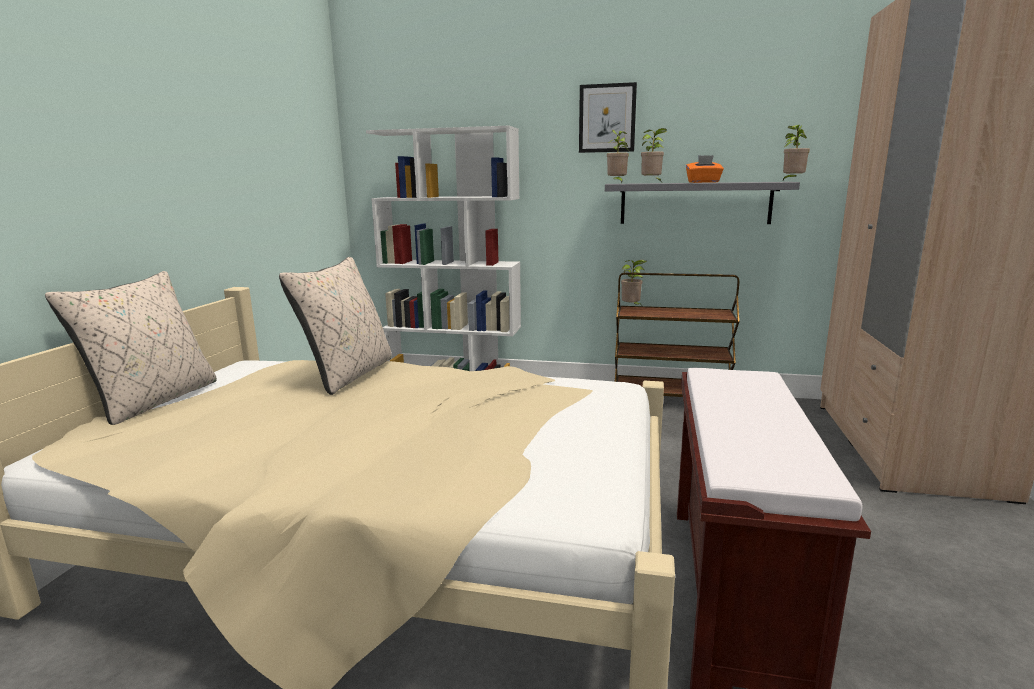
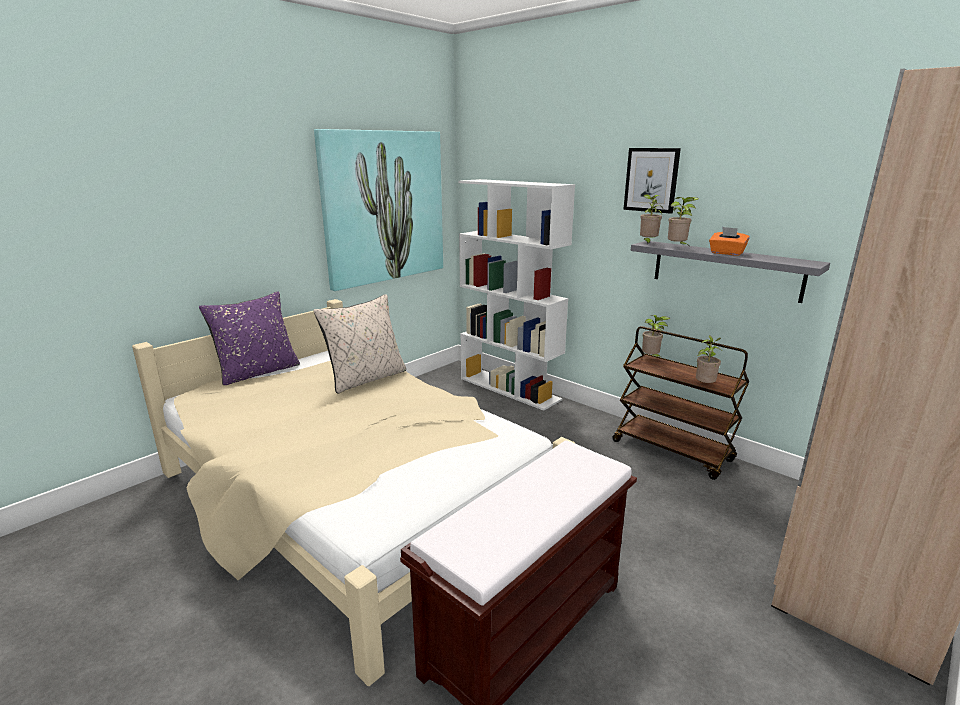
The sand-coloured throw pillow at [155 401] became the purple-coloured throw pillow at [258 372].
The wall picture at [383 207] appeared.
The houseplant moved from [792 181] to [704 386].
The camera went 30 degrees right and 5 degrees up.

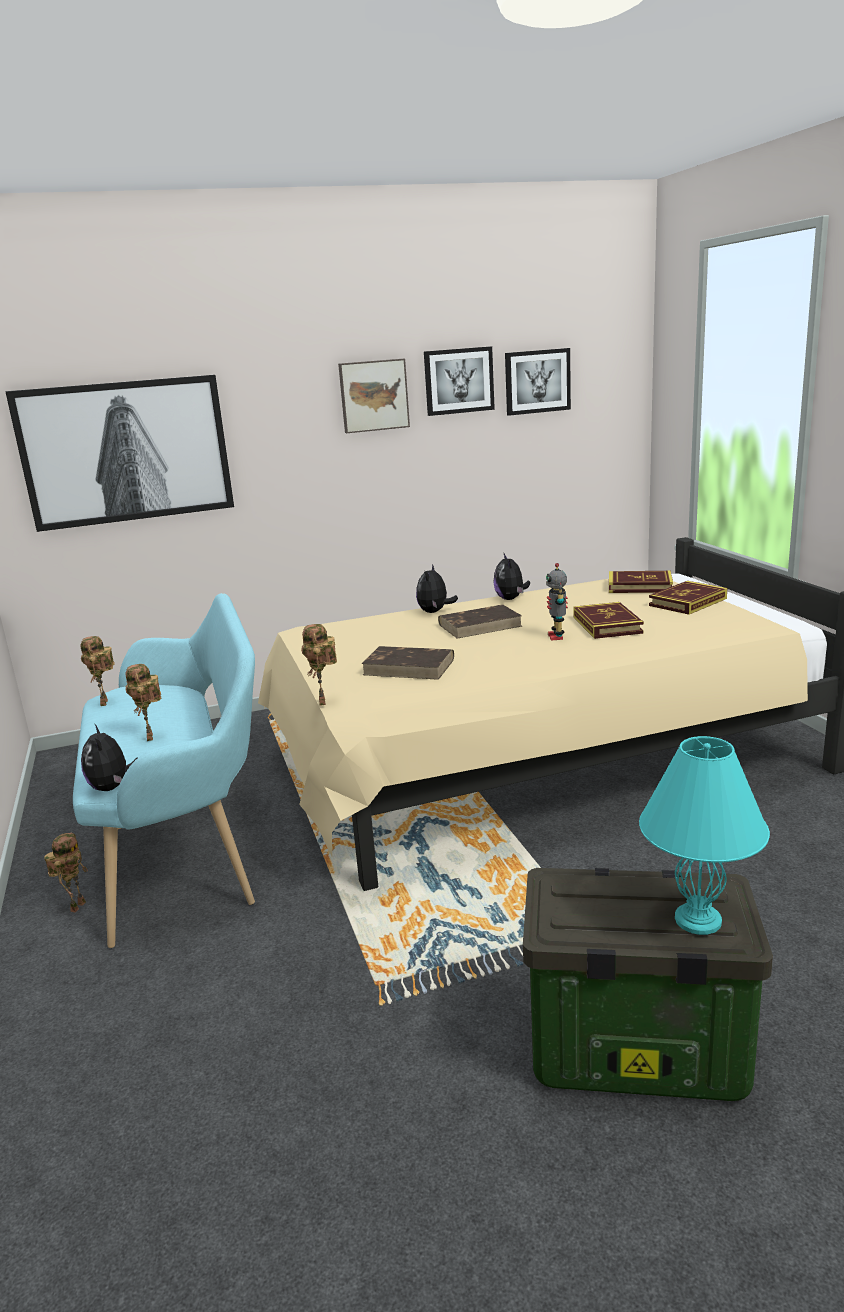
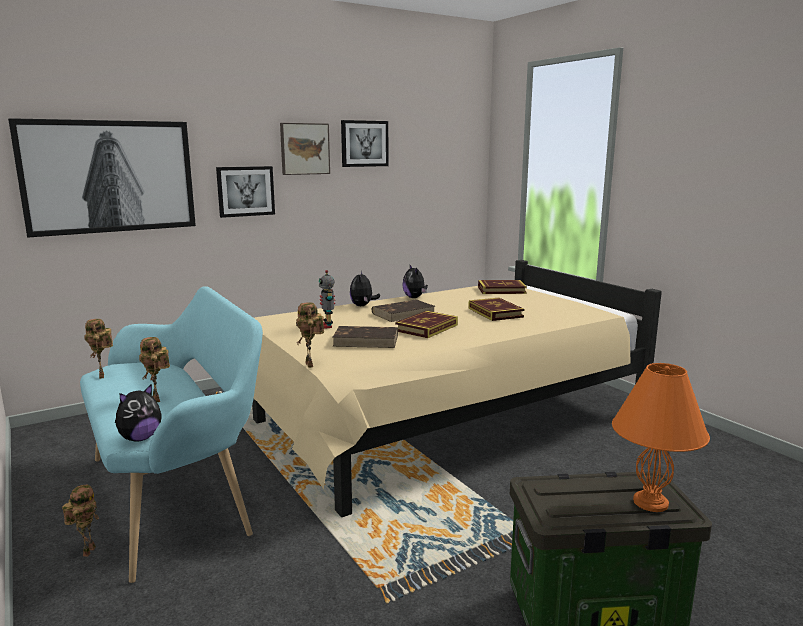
The soft toy at [112 787] turned 105 degrees counterclockwise.
The wall picture moved from [537 381] to [245 191].
The toy robot moved from [557 636] to [327 326].
The volume moved from [687 602] to [427 328].
The blue-green table lamp at [697 919] became the orange-coloured table lamp at [649 502].
The camera went 15 degrees left and 5 degrees down.

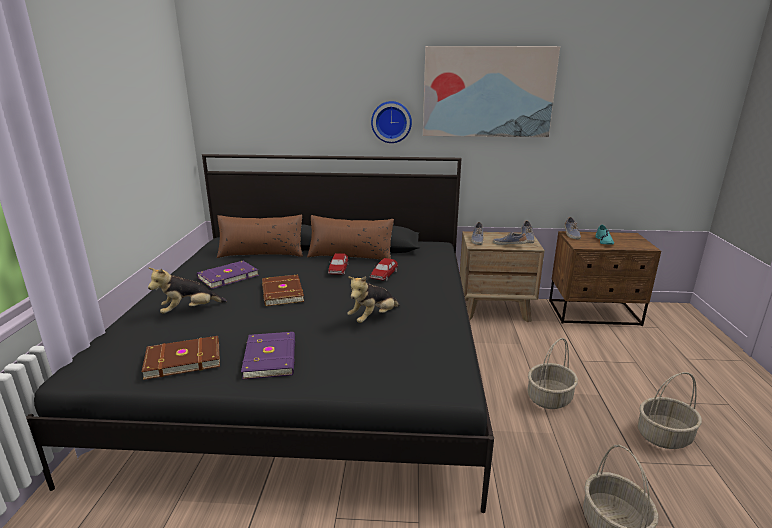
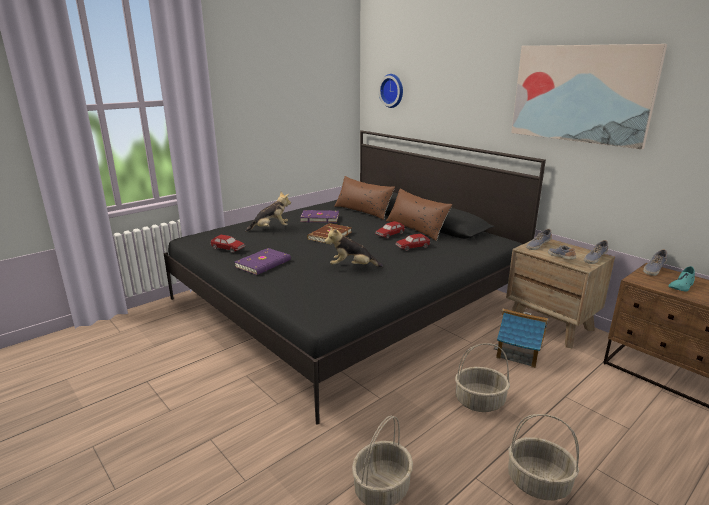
The brown volume at [183 359] was replaced by the toy car at [228 248].
The soft toy at [189 311] turned 150 degrees clockwise.
The wall clock moved from [391 122] to [392 90].
The model house at [519 353] appeared.
The camera went 45 degrees right and 0 degrees up.

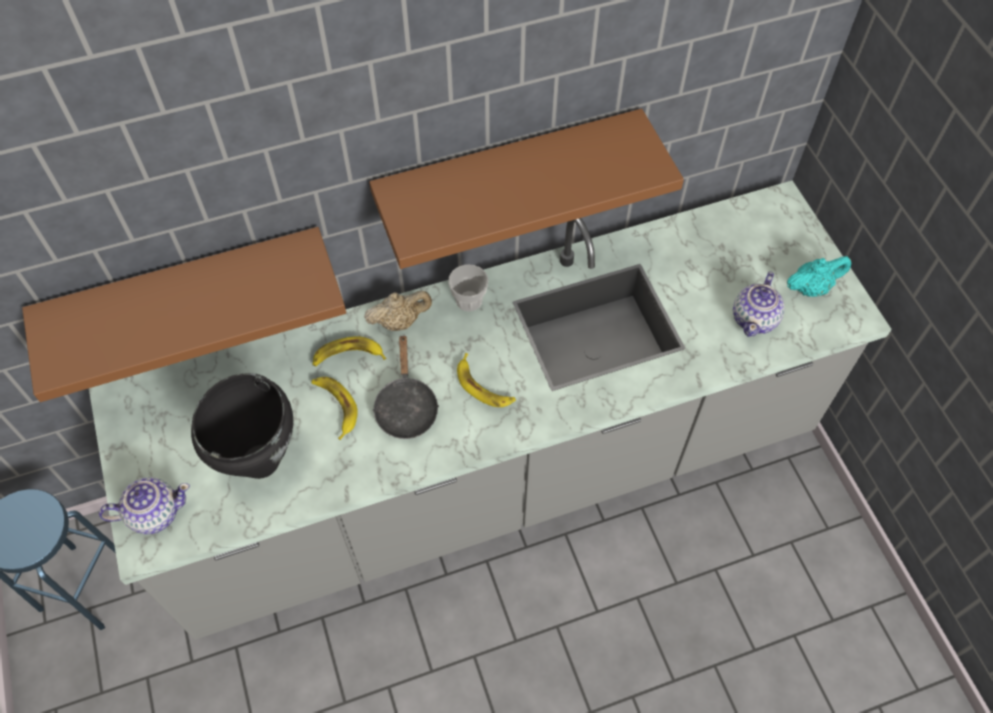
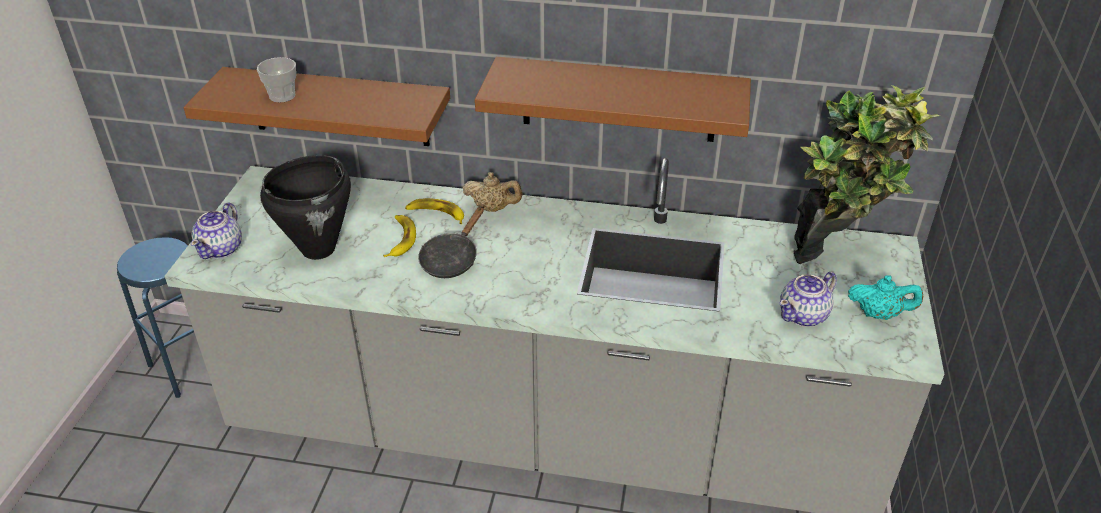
The tea pot at [154 513] turned 90 degrees clockwise.
The cup moved from [469 300] to [282 96].
The houseplant at [836 256] appeared.
The whole banana at [484 386] disappeared.
The camera went 30 degrees right and 20 degrees down.

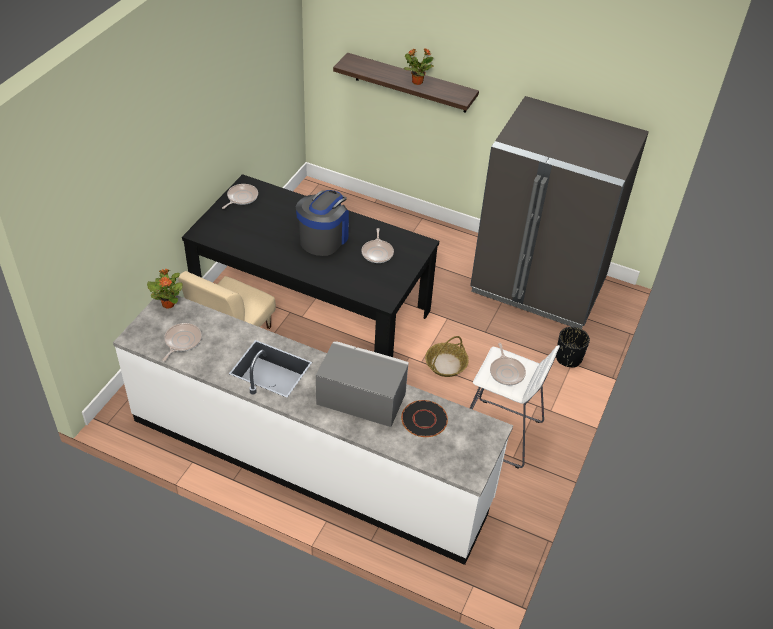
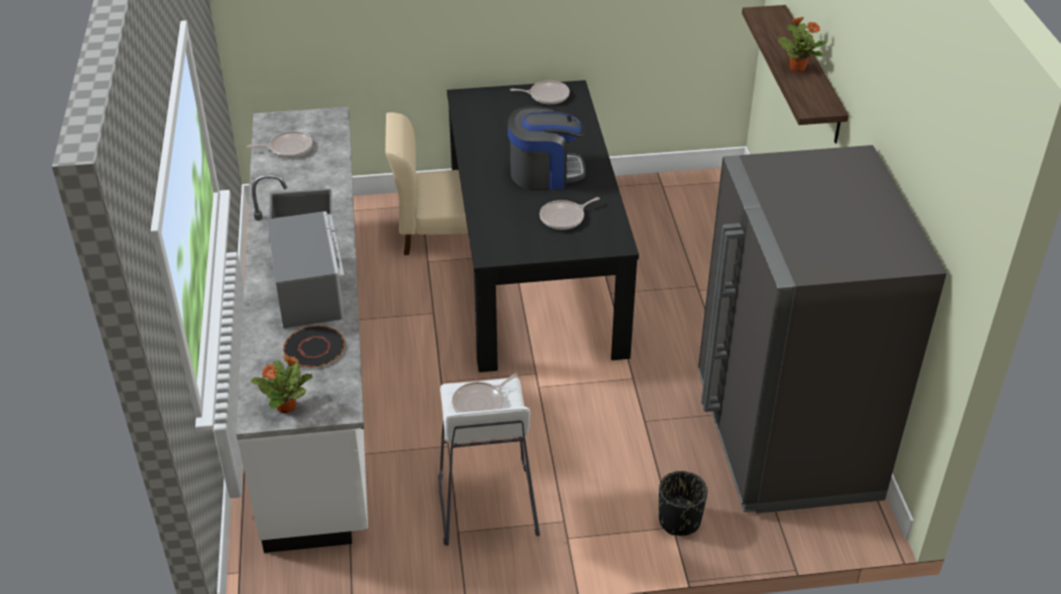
The houseplant moved from [168 304] to [287 406].
The storage basket at [446 364] disappeared.
The camera went 60 degrees right and 5 degrees down.

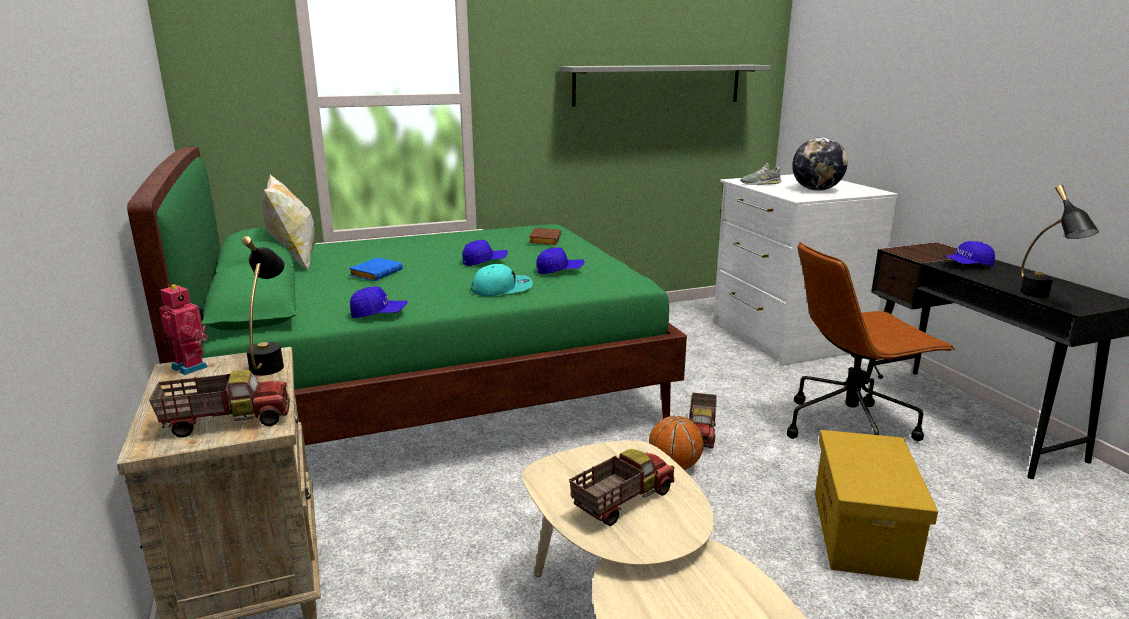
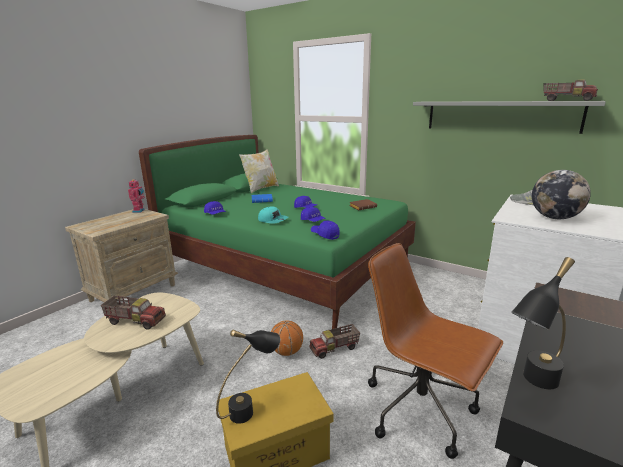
The blackish table lamp moved from [271 362] to [251 408].
The bluish cap moved from [967 265] to [325 235].
The toy truck moved from [227 421] to [567 100].
The camera went 55 degrees right and 0 degrees up.

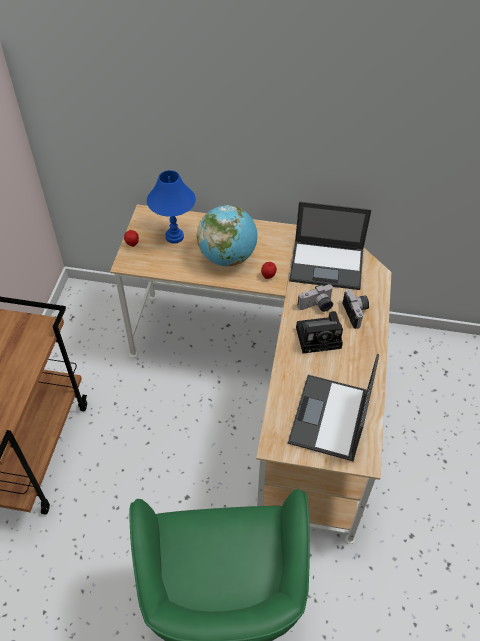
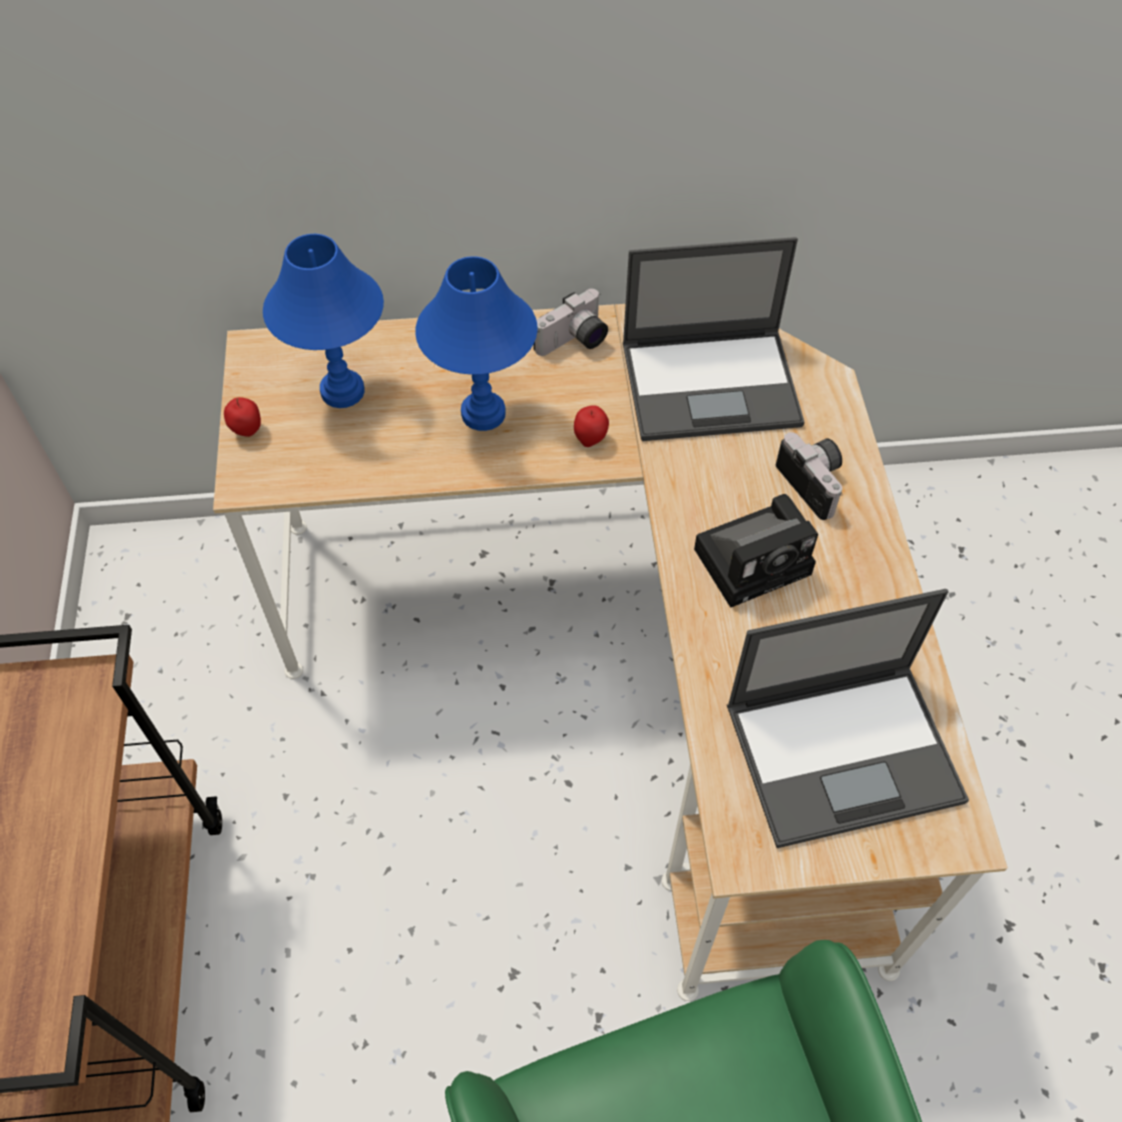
The desk globe at [227 257] was replaced by the bluish table lamp at [482 414].
The photo camera moved from [317 306] to [574 342].
The notebook computer at [329 418] turned 105 degrees counterclockwise.
The camera went 15 degrees left and 5 degrees up.

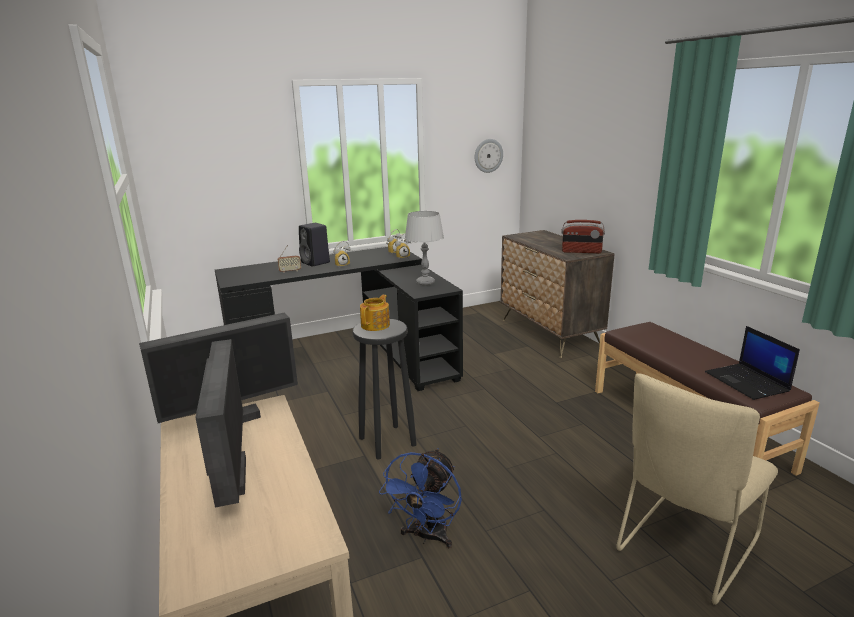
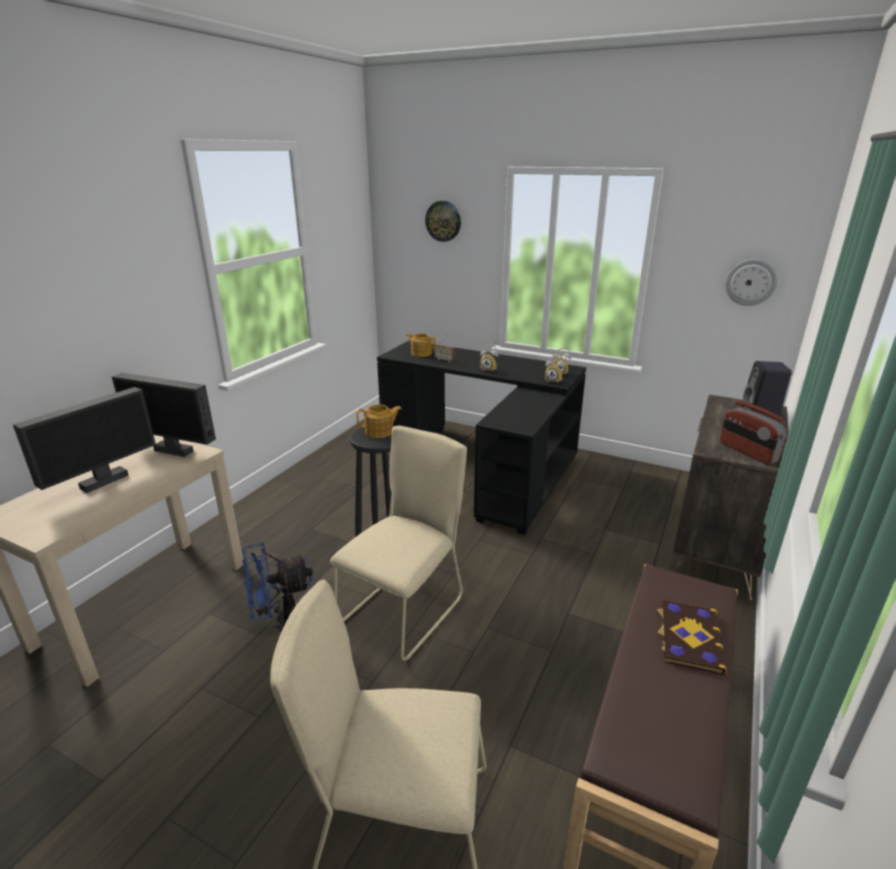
The sand-coloured plain chair at [405 608] appeared.
The tea pot at [421 353] appeared.
The wall clock at [443 221] appeared.
The volume at [689 637] appeared.
The blackish loudspeaker moved from [316 262] to [760 413].
The grey table lamp at [425 283] disappeared.
The notebook computer at [747 382] disappeared.
The camera went 50 degrees right and 5 degrees up.

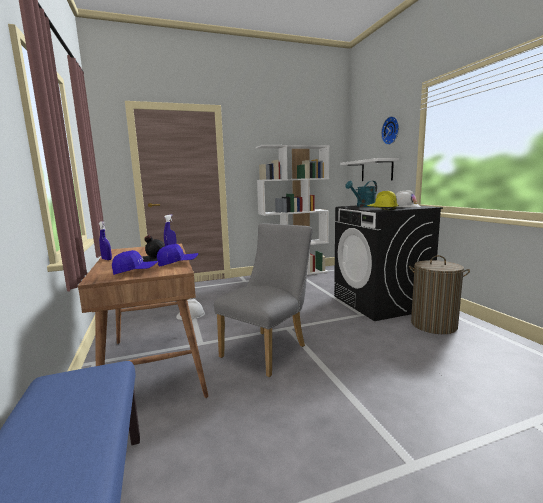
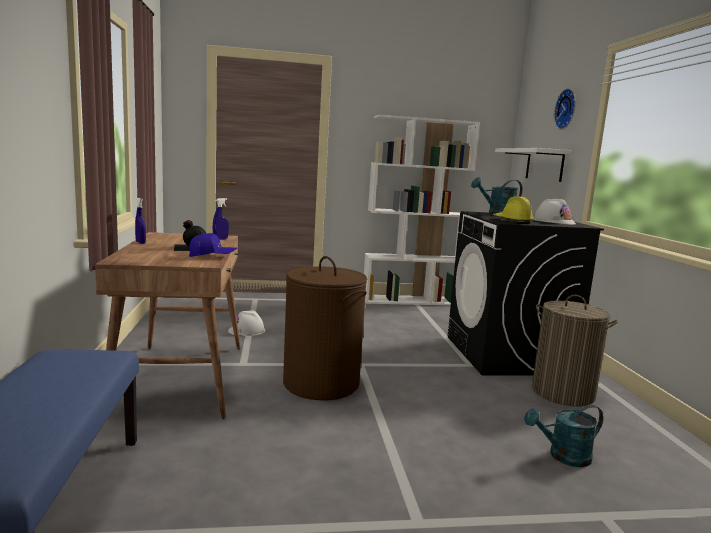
The grey plain chair at [268 349] was replaced by the brown washing basket at [321 383].
The blue-green sprinkling can at [563 457] appeared.
The bluish cap at [135 271] disappeared.
The camera went 10 degrees right and 0 degrees up.

